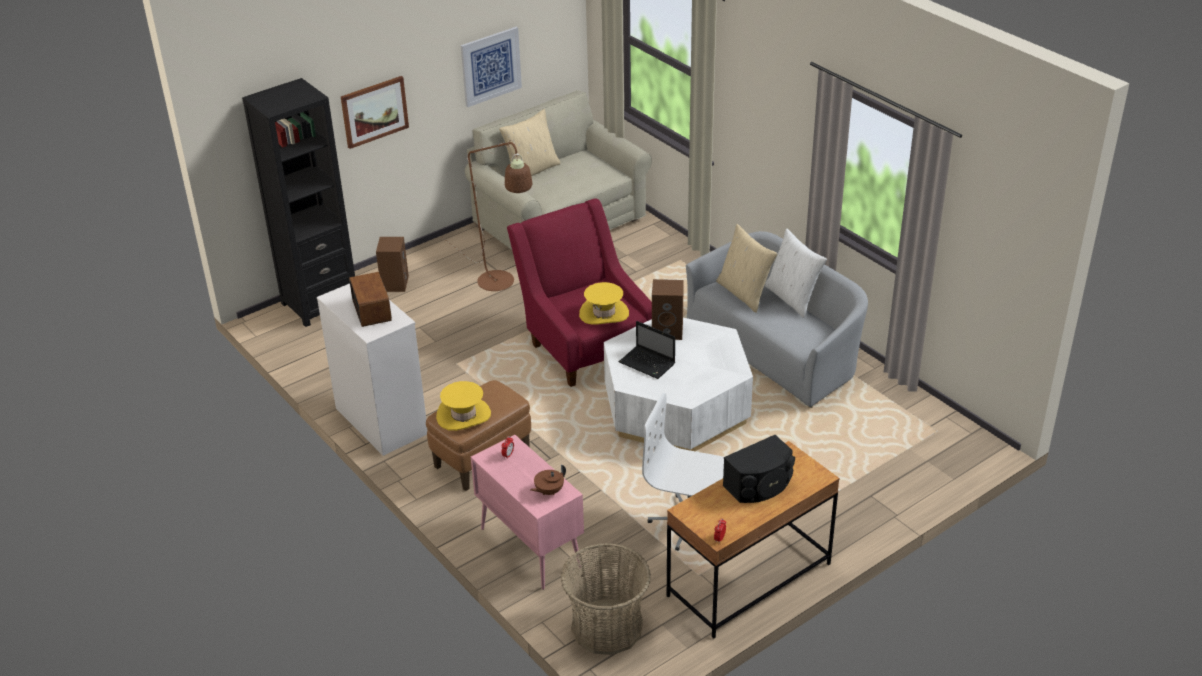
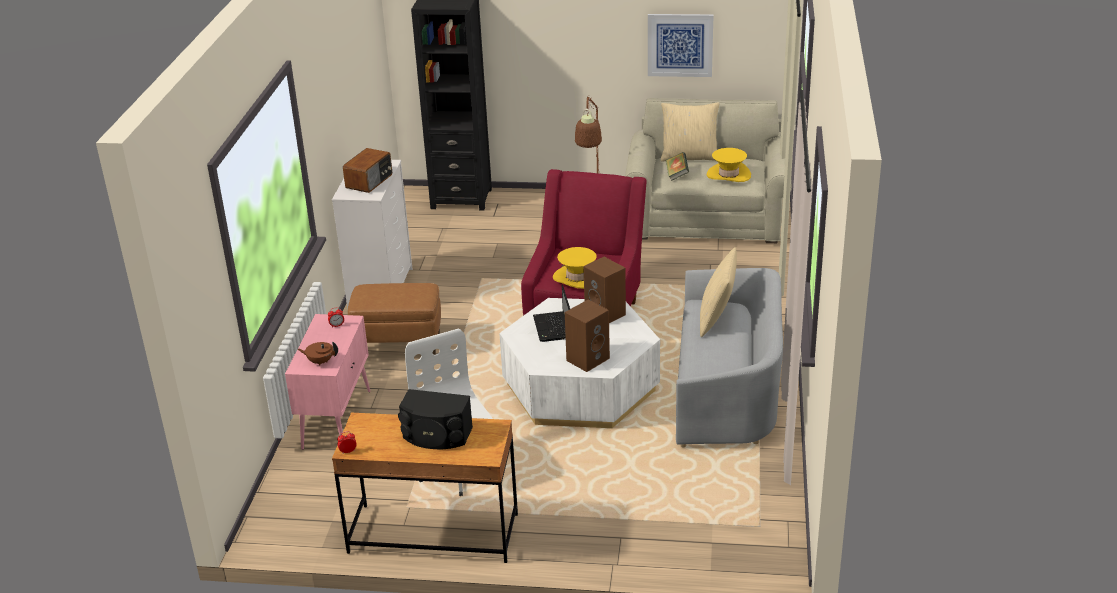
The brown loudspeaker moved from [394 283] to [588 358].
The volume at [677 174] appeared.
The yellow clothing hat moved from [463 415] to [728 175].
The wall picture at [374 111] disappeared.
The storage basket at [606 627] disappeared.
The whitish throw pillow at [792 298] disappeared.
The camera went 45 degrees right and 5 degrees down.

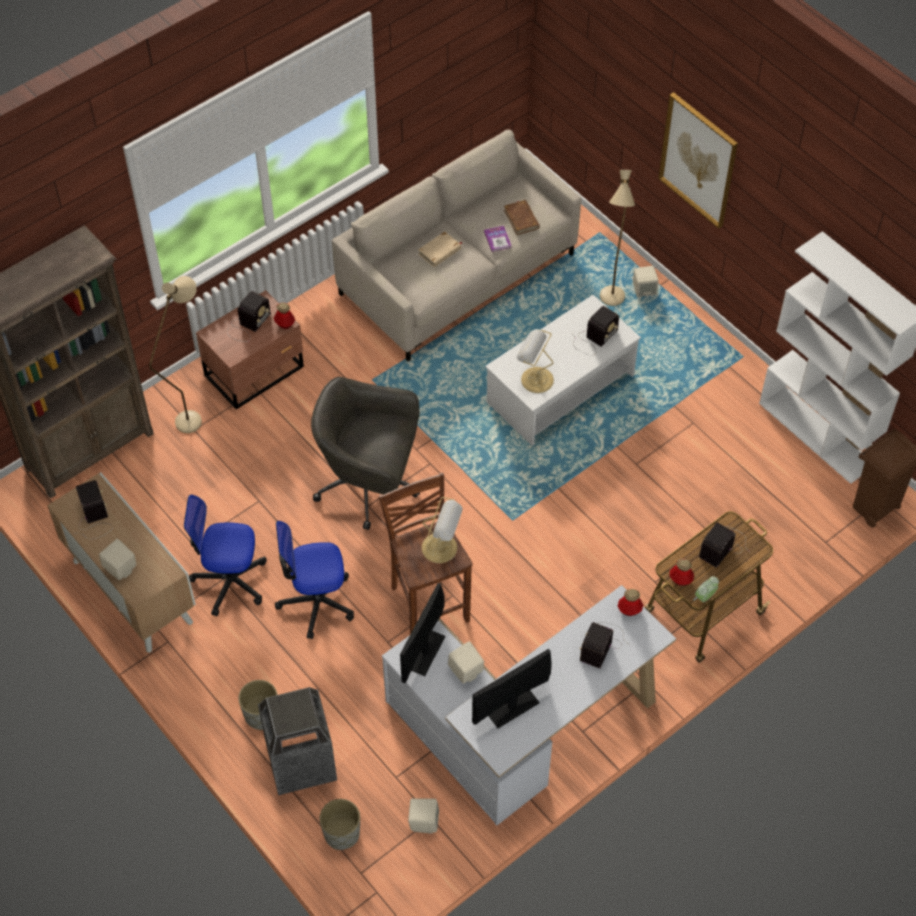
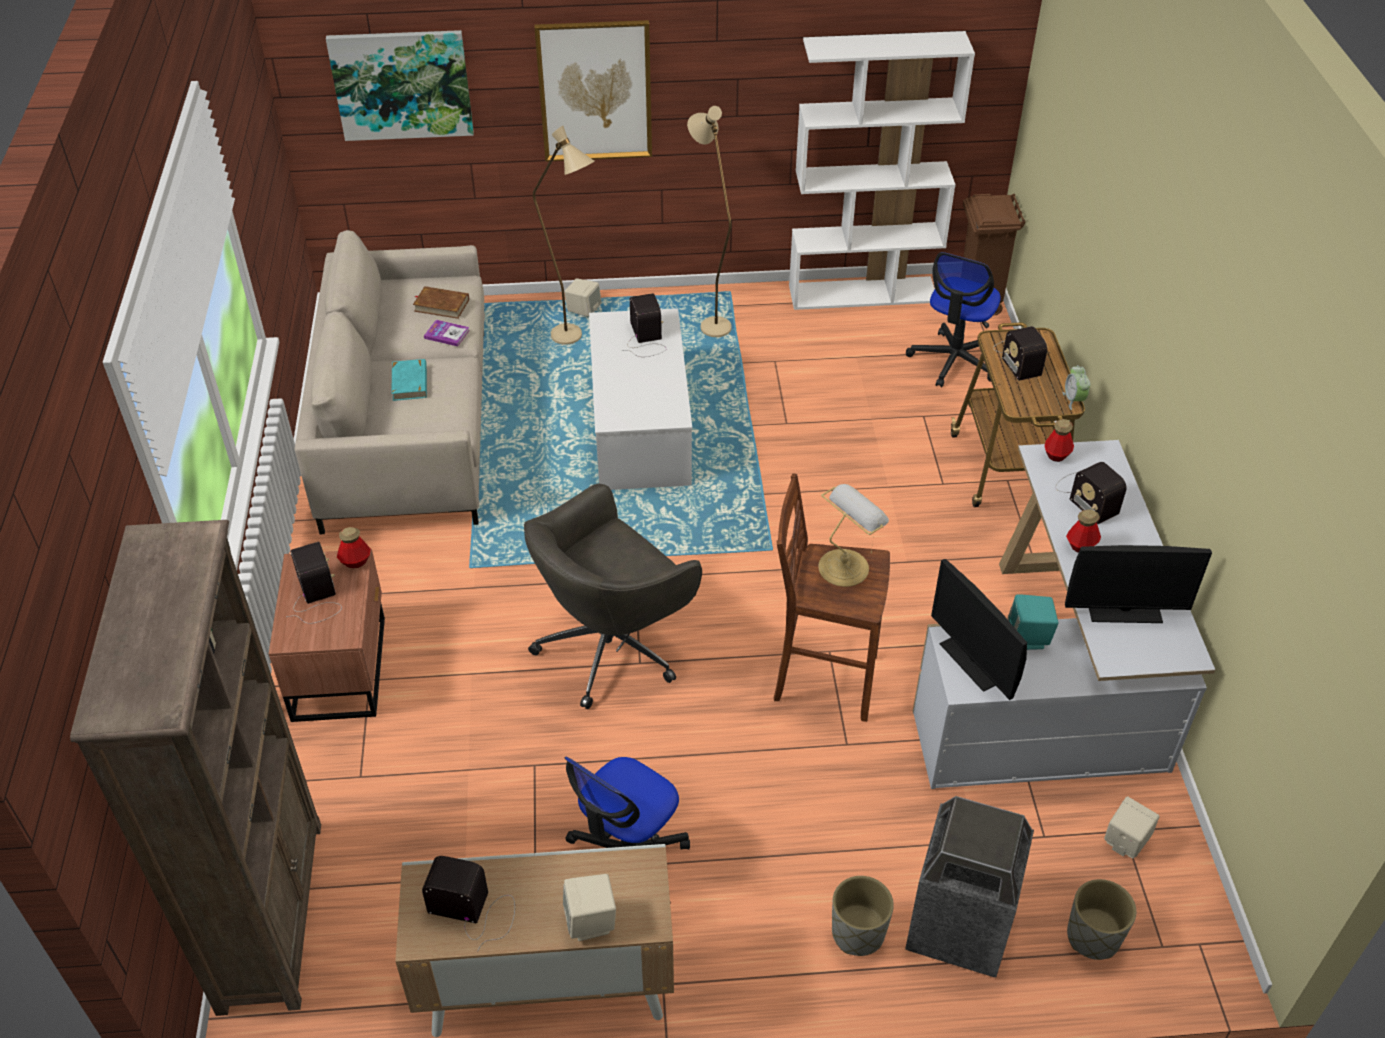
The wall picture at [402 84] appeared.
The sand-coloured volume at [440 251] became the blue-green volume at [410 383].
The sand-coloured standard lamp moved from [194 415] to [710 321].
The computer chair moved from [316 602] to [954 361].
The sand-coloured loudspeaker at [466 671] became the blue-green loudspeaker at [1028 638].
The computer display at [512 707] turned 90 degrees counterclockwise.
The bottle moved from [680 580] to [1081 545].
The table lamp at [535 379] disappeared.
The camera went 55 degrees left and 10 degrees down.

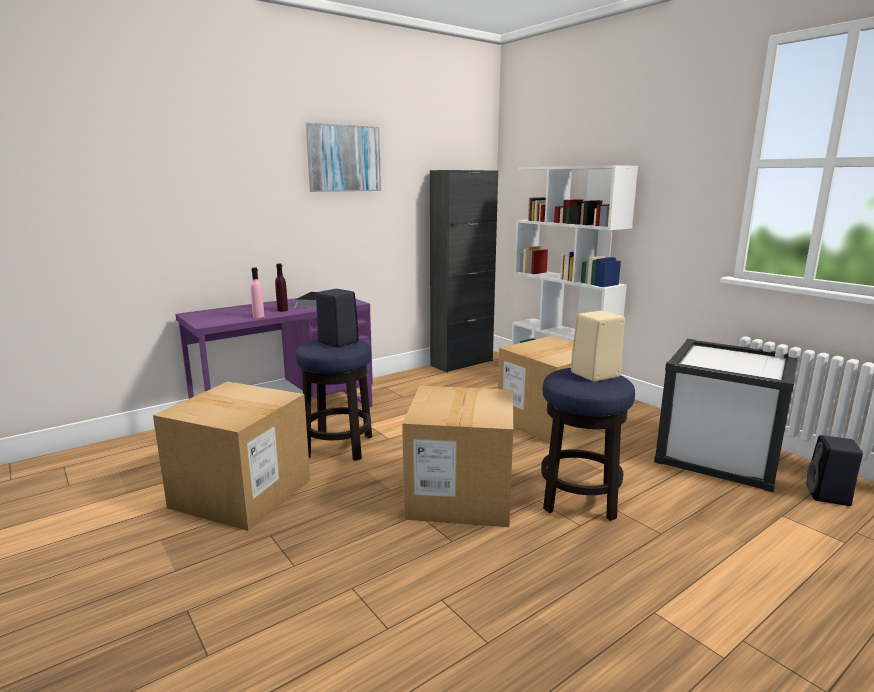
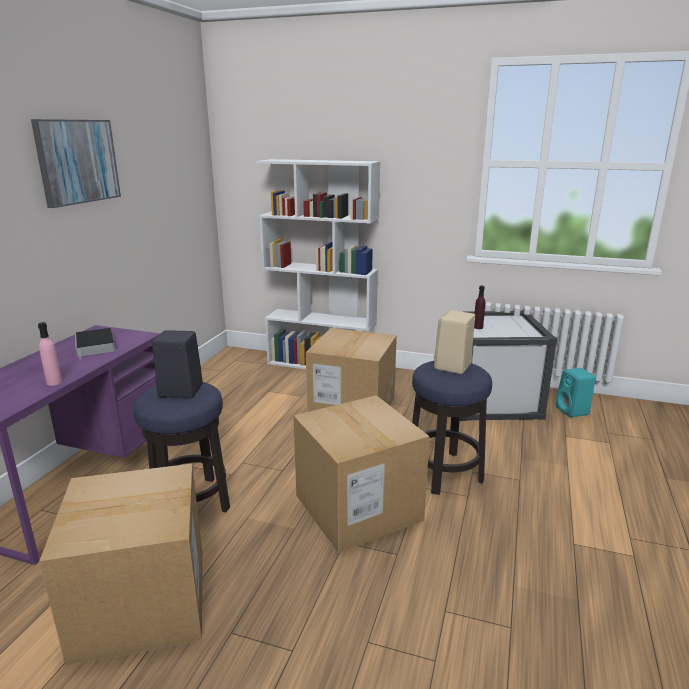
The purple-coloured bottle moved from [282 310] to [478 327].
The blackish loudspeaker at [828 496] became the blue-green loudspeaker at [573 411].
The blackish cabinet at [461 363] disappeared.
The camera went 35 degrees left and 5 degrees up.

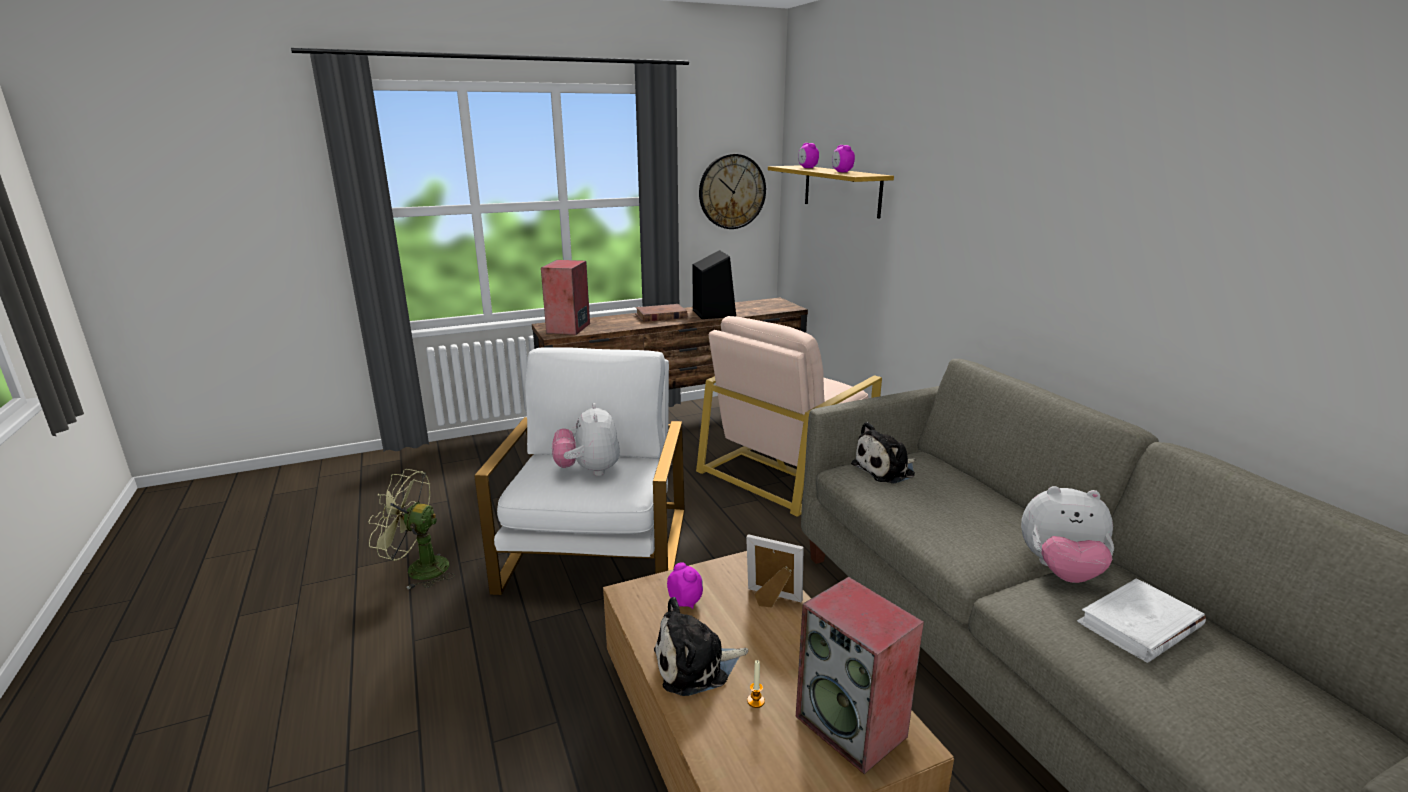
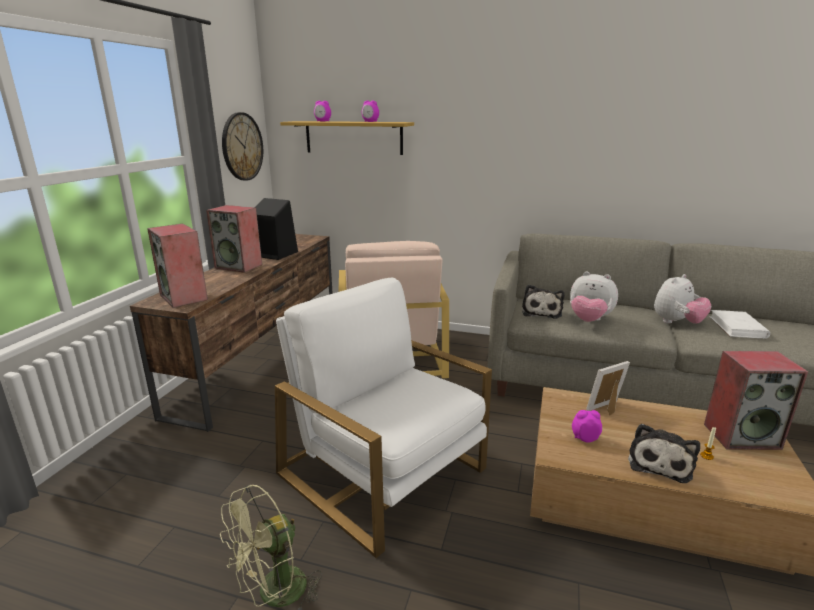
The brown volume at [661 316] was replaced by the loudspeaker at [239 266].
The soft toy moved from [588 471] to [589 320].
The camera went 50 degrees left and 0 degrees up.

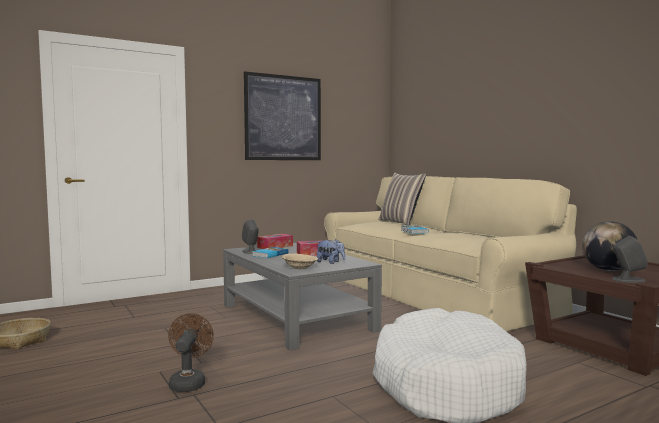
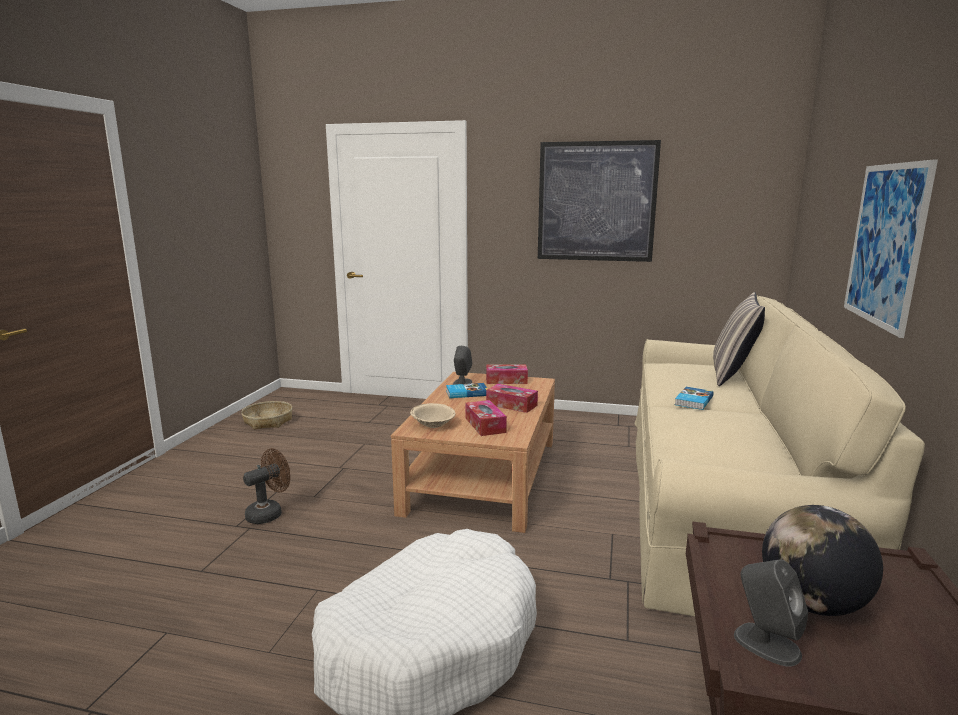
The grey lounge table at [297 317] became the brown lounge table at [483 475].
The soft toy at [330 262] was replaced by the tissue holder at [485 425].
The wall picture at [885 244] appeared.
The camera went 45 degrees right and 10 degrees up.

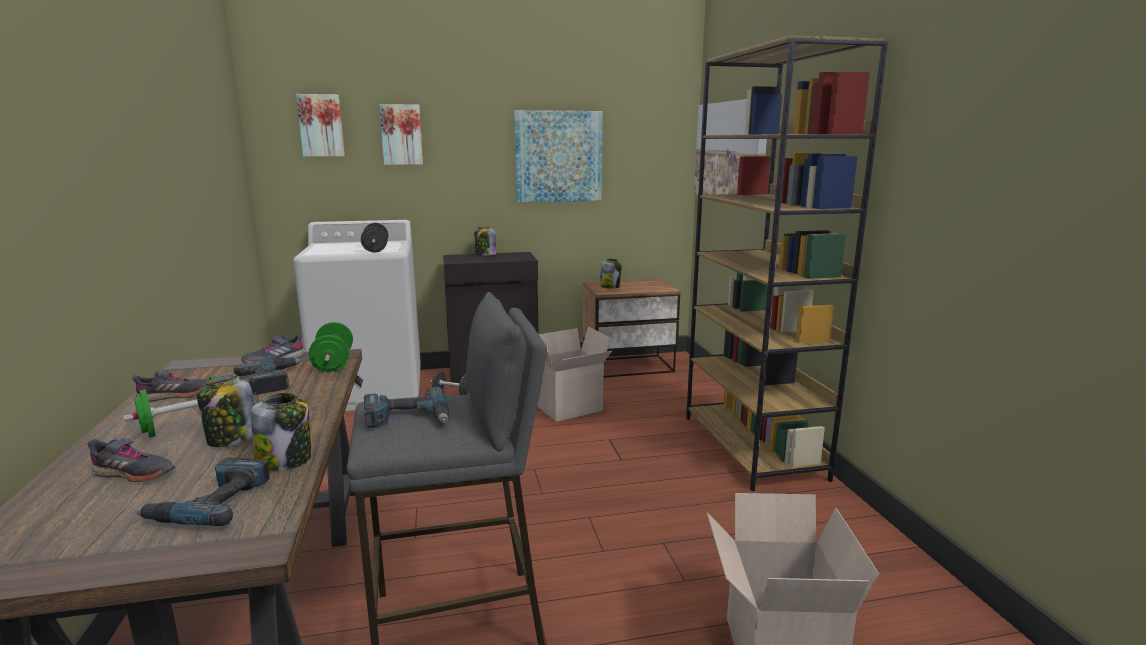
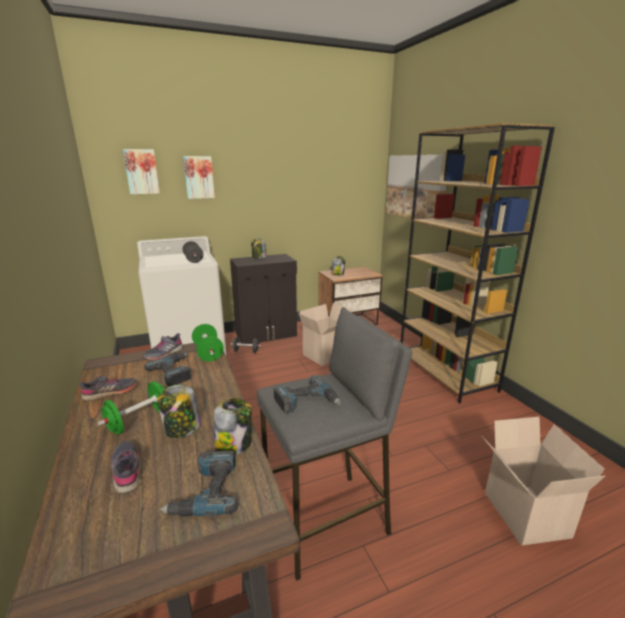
The grey low shoe at [133 473] turned 120 degrees counterclockwise.
The wall picture at [558 156] disappeared.
The camera went 10 degrees left and 5 degrees up.

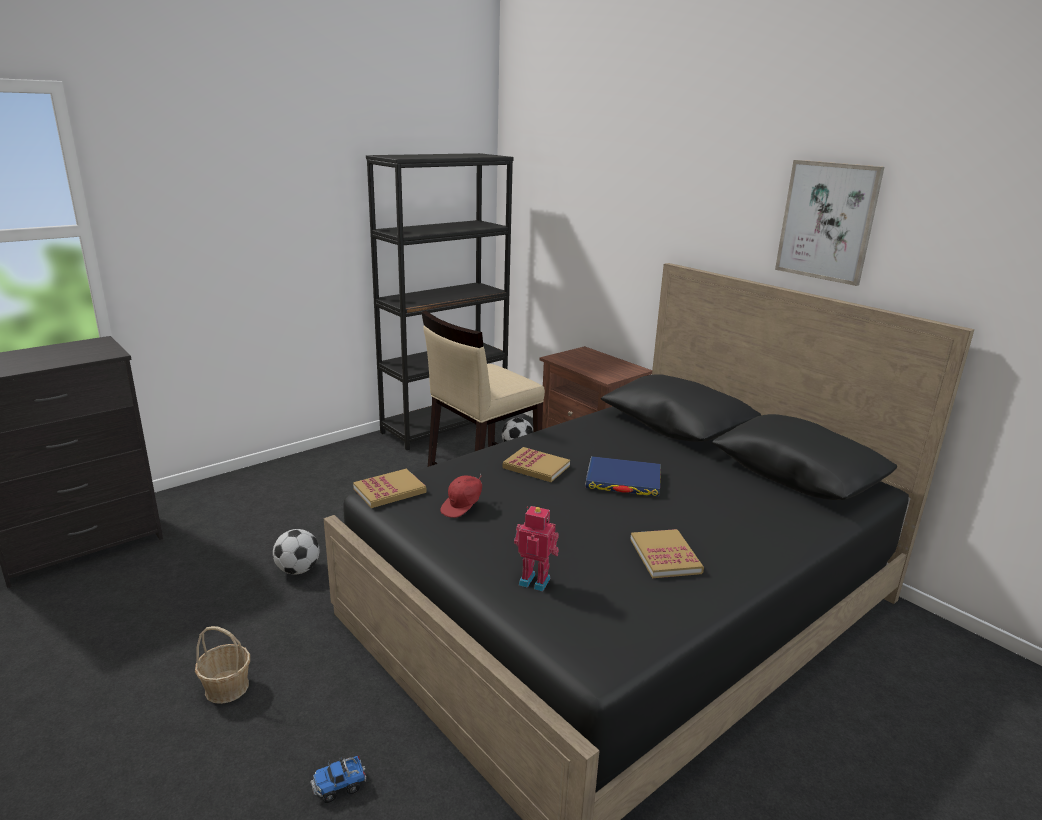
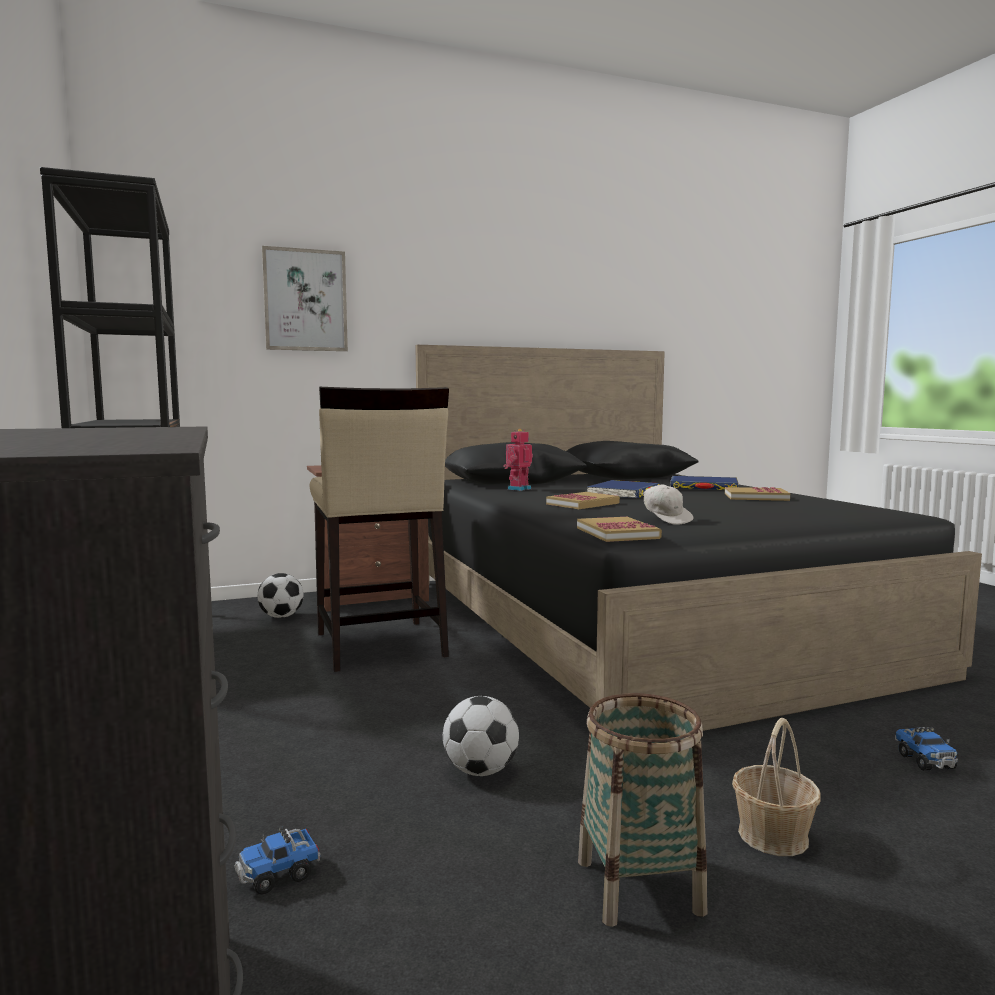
The toy truck at [279 875] appeared.
The wall picture moved from [827 221] to [305 300].
The toy robot moved from [535 580] to [518 489].
The storage basket at [639 886] appeared.
The reddish cap at [463 507] became the whitish cap at [665 520].
The bluish volume at [703 487] appeared.
The camera went 70 degrees left and 15 degrees down.

